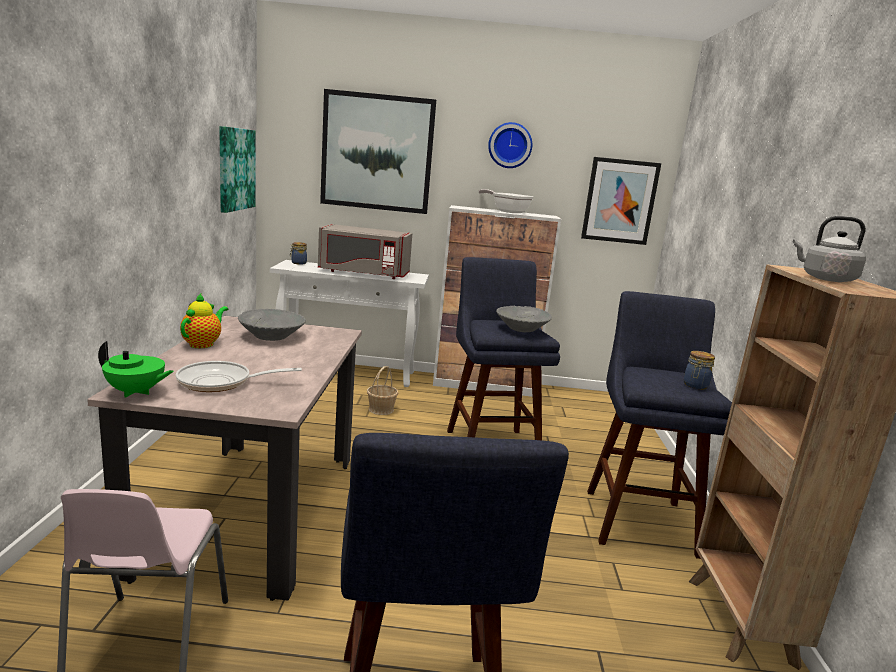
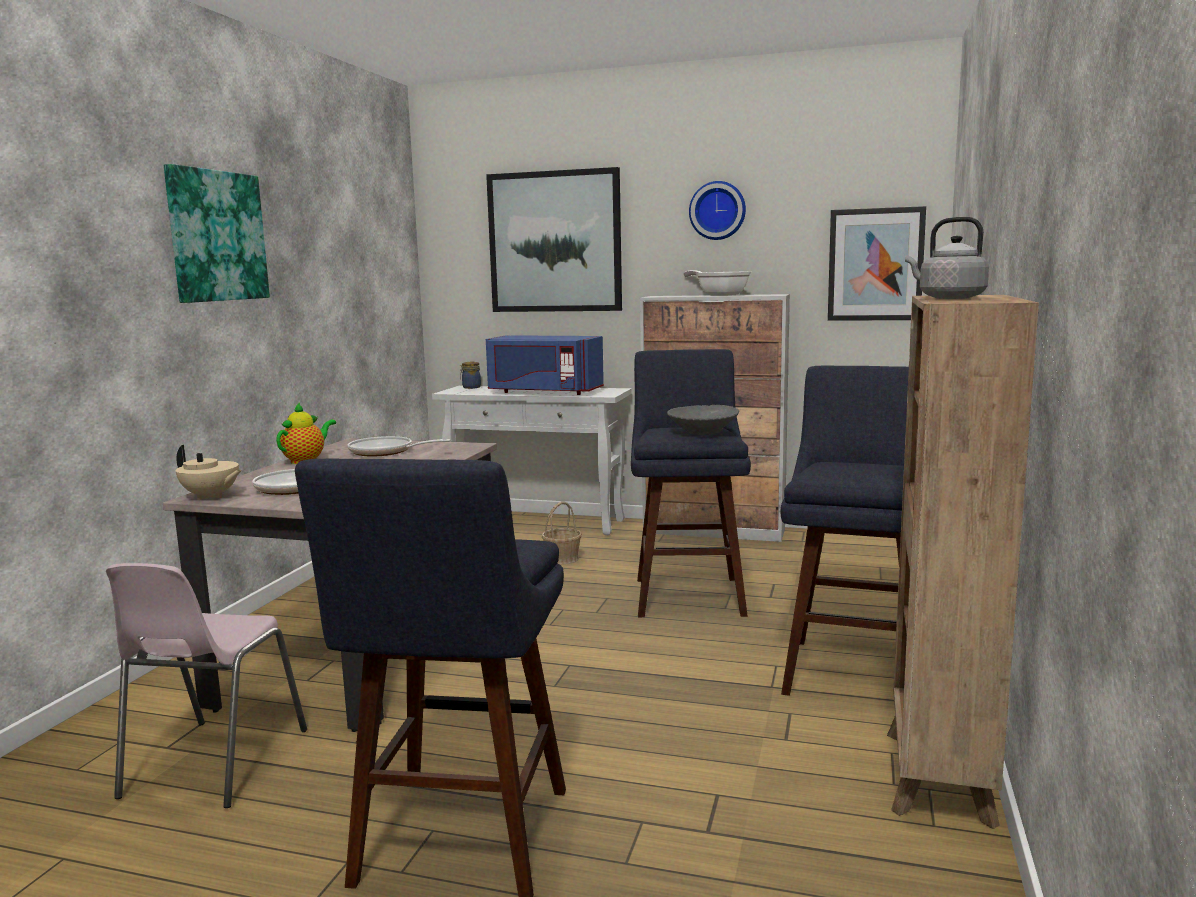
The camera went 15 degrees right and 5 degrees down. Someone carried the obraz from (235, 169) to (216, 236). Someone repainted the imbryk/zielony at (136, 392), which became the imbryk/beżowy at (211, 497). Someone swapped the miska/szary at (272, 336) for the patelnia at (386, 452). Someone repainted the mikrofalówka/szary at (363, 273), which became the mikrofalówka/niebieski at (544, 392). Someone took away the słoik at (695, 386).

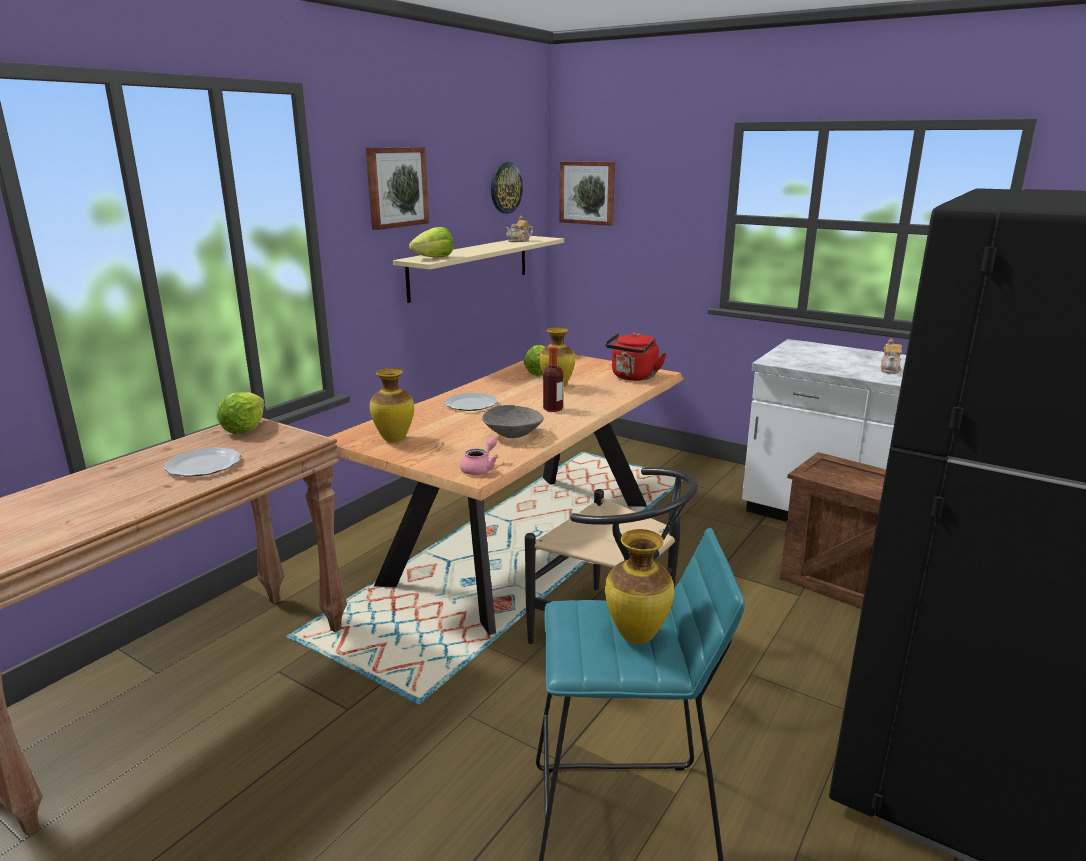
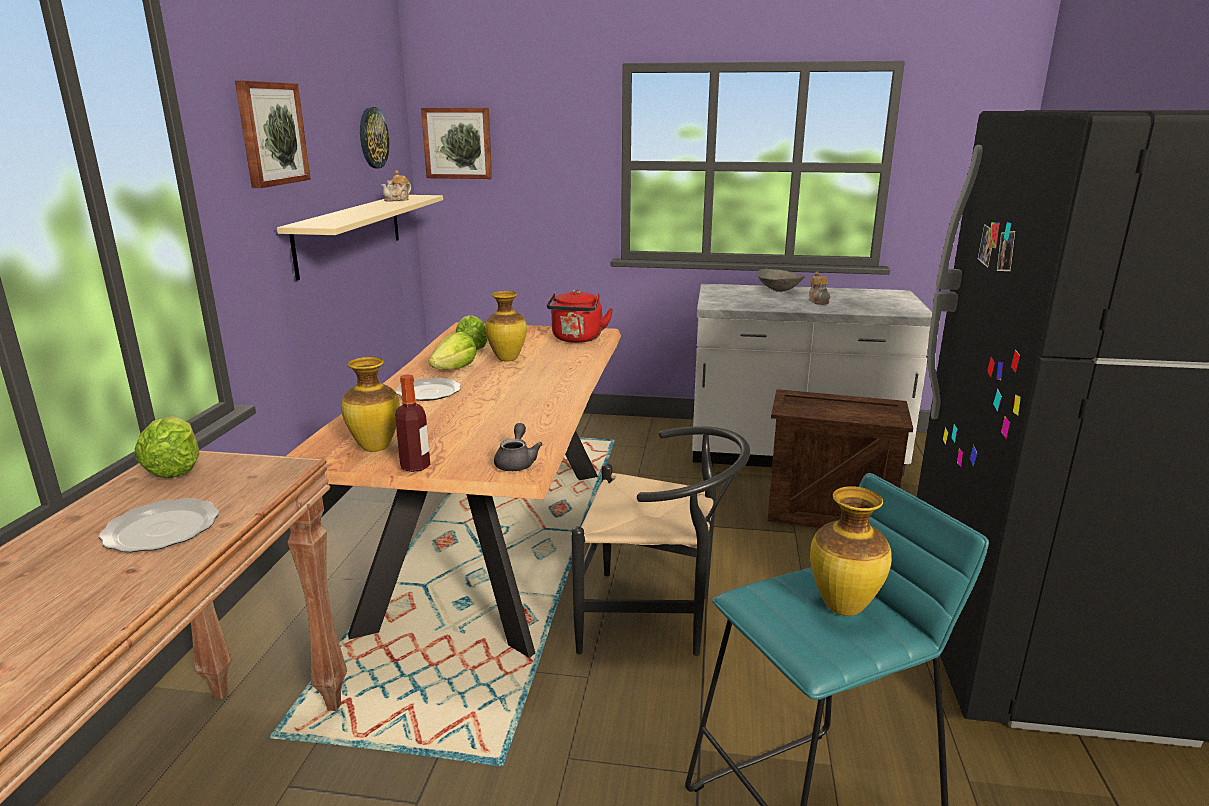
The camera went 25 degrees left and 0 degrees up. Someone carried the butelka from (553, 409) to (415, 466). Someone carried the sałata from (434, 257) to (454, 369). Someone repainted the imbryk/różowy at (480, 468), which became the imbryk/szary at (516, 462). Someone carried the miska/szary from (513, 435) to (779, 290).

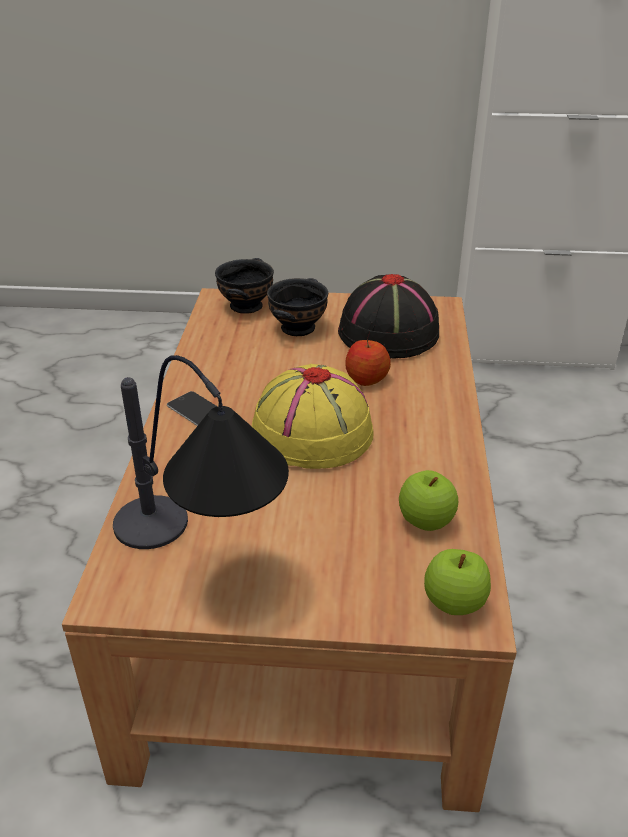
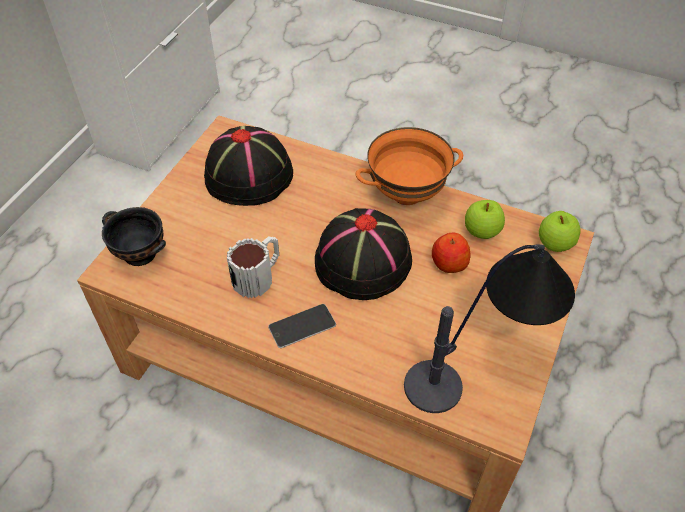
The camera went 70 degrees left and 15 degrees up. Someone put down the kubek at (258, 276). Someone repainted the kapelusz/żółty at (311, 433), which became the kapelusz/czarny at (362, 262). Someone put down the miska/pomarańczowy at (407, 193). Someone carried the jabłko from (366, 378) to (448, 263). Someone took away the miska/czarny at (296, 328).

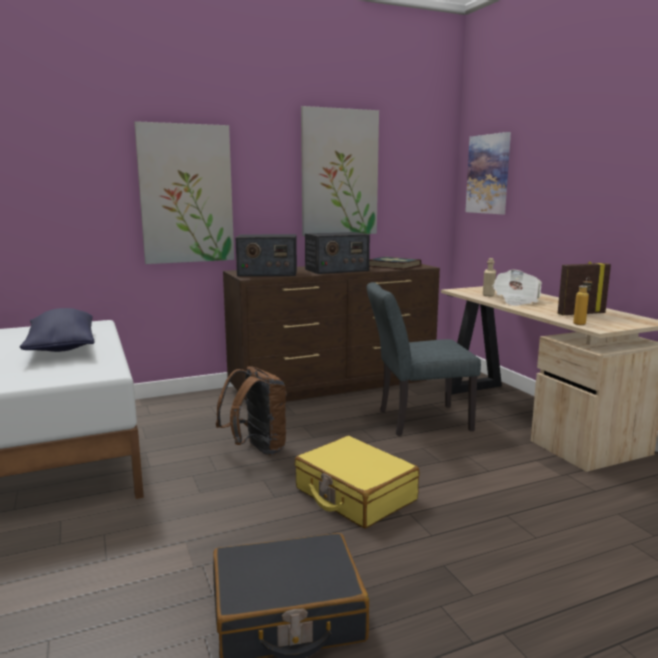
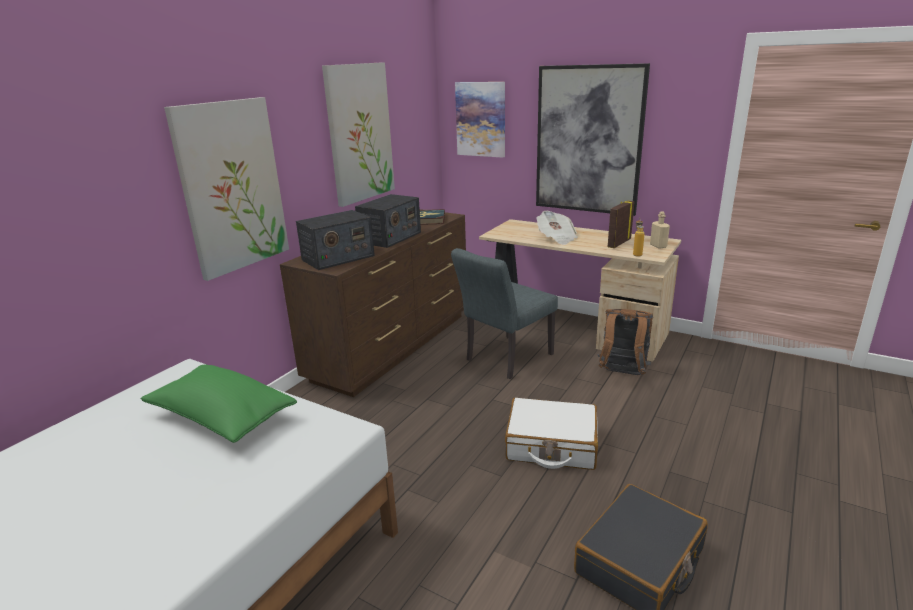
The camera went 35 degrees left and 10 degrees up. Someone repainted the poduszka/niebieski at (62, 347), which became the poduszka/zielony at (222, 418). Someone repainted the walizka/żółty at (355, 495), which became the walizka/biały at (551, 445). Someone put up the obraz at (588, 140). Someone carried the plecak/brązowy from (256, 449) to (622, 374). Someone carried the butelka/beżowy from (488, 295) to (658, 246).

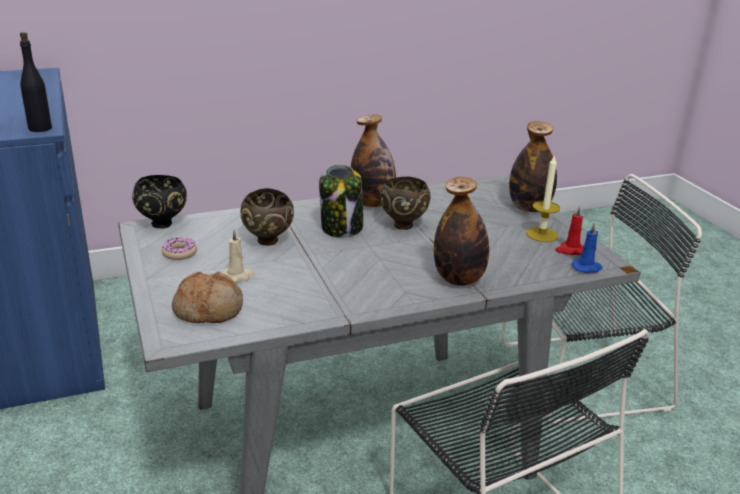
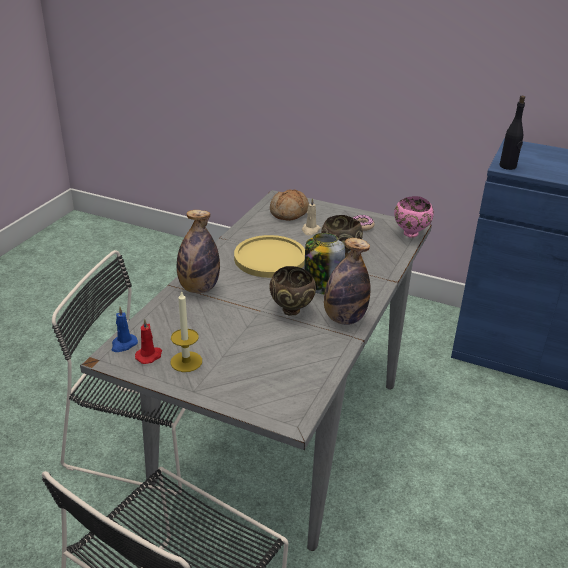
The camera went 135 degrees right and 5 degrees up. Someone put down the talerz/żółty at (270, 258). Someone repainted the miska/czarny at (163, 224), which became the miska/różowy at (410, 234). Someone took away the butelka at (529, 208).

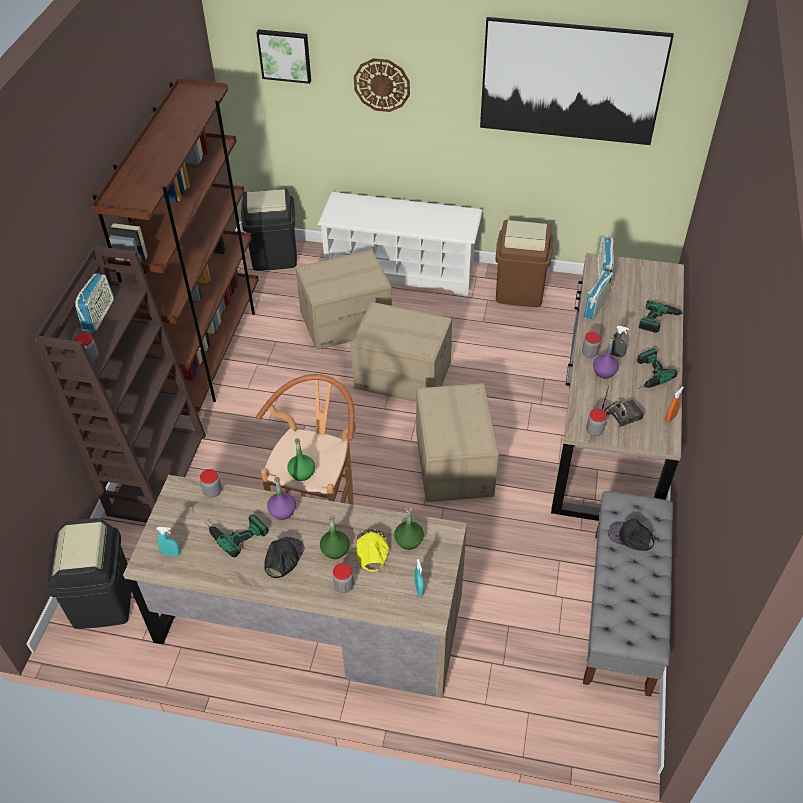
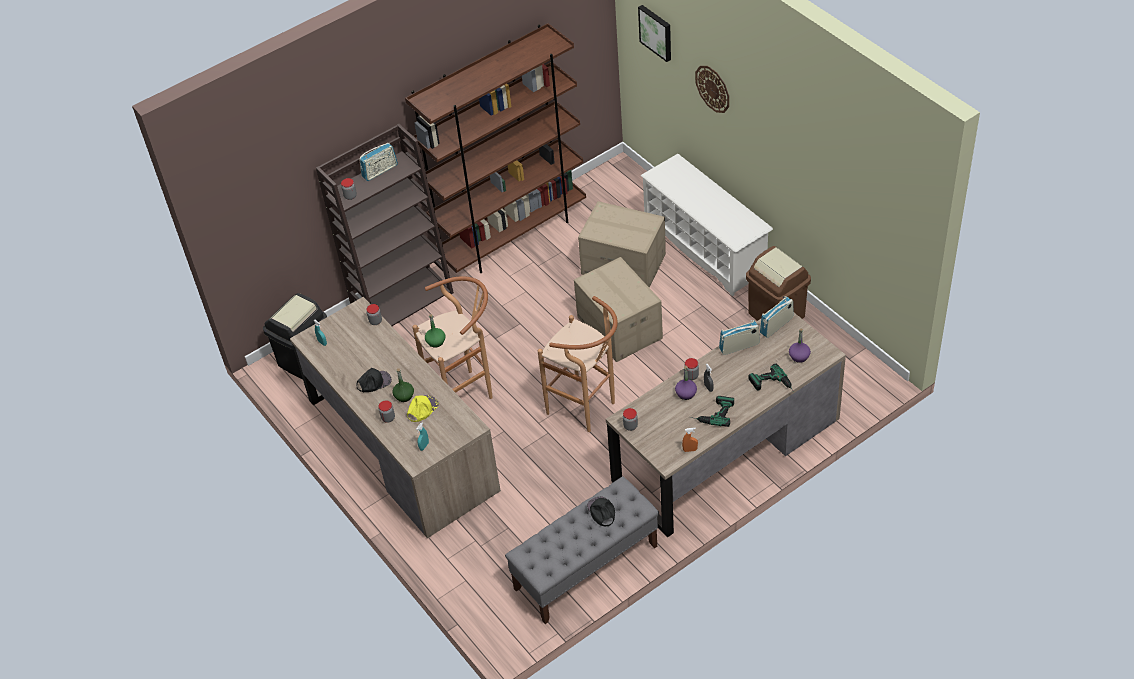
The camera went 45 degrees right and 0 degrees up. Someone swapped the karton at (455, 463) for the stołek/brązowy at (587, 409). Someone carried the butelka/fioletowy from (282, 511) to (799, 356). Someone took away the wiertarka at (234, 530). Someone took away the kosz na śmieci/czarny at (274, 257). Someone took away the butelka/zielony at (409, 540). Someone took away the obraz at (571, 82). Someone took away the radio at (622, 415).

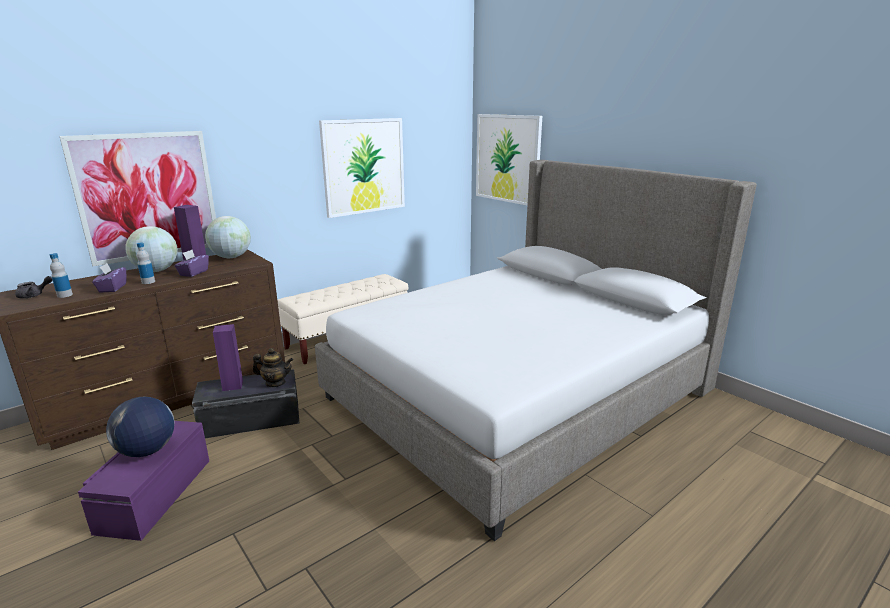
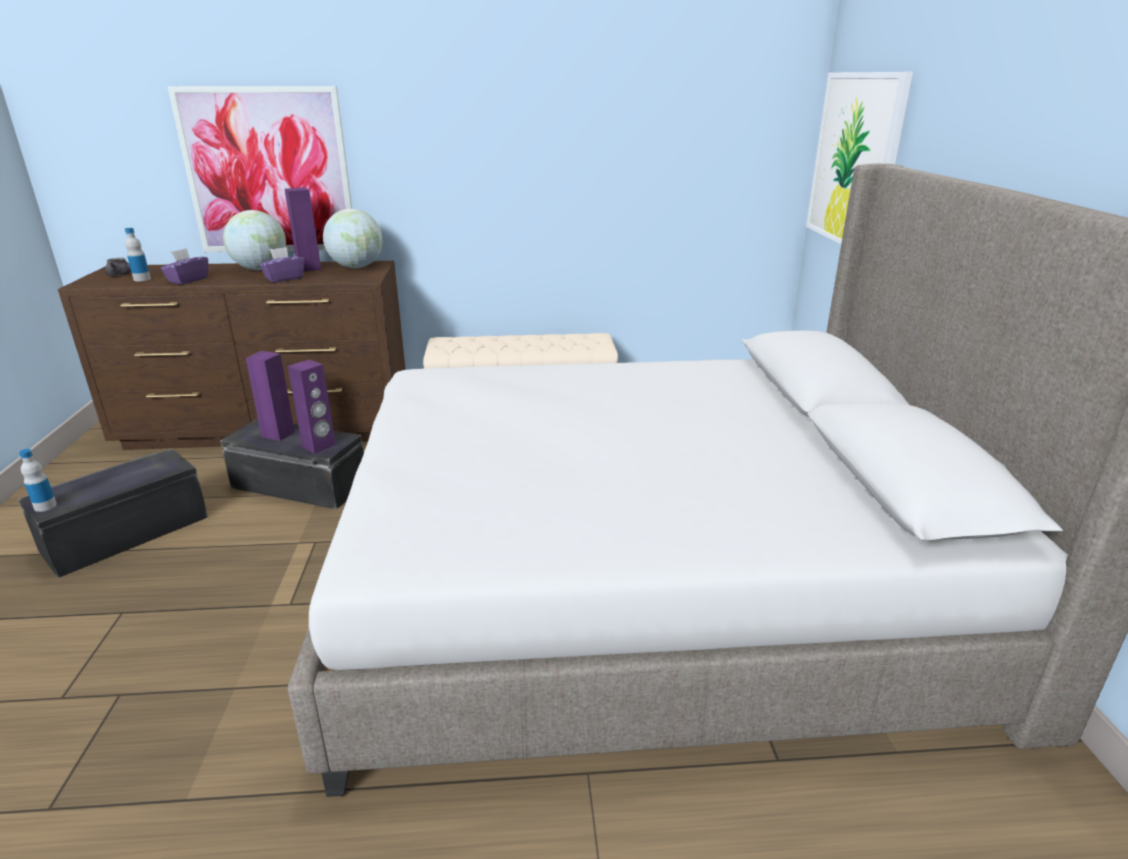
The camera went 35 degrees right and 5 degrees up. Someone repainted the pojemnik do przechowywania/fioletowy at (154, 494), which became the pojemnik do przechowywania/czarny at (125, 533). Someone carried the butelka from (148, 282) to (45, 506). Someone swapped the imbryk at (275, 383) for the głośnik/fioletowy at (319, 446). Someone took away the globus at (147, 451). Someone took away the obraz at (364, 166).

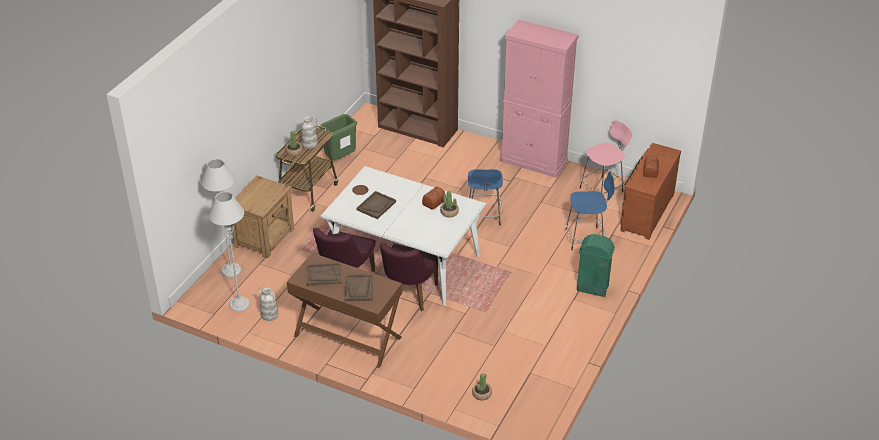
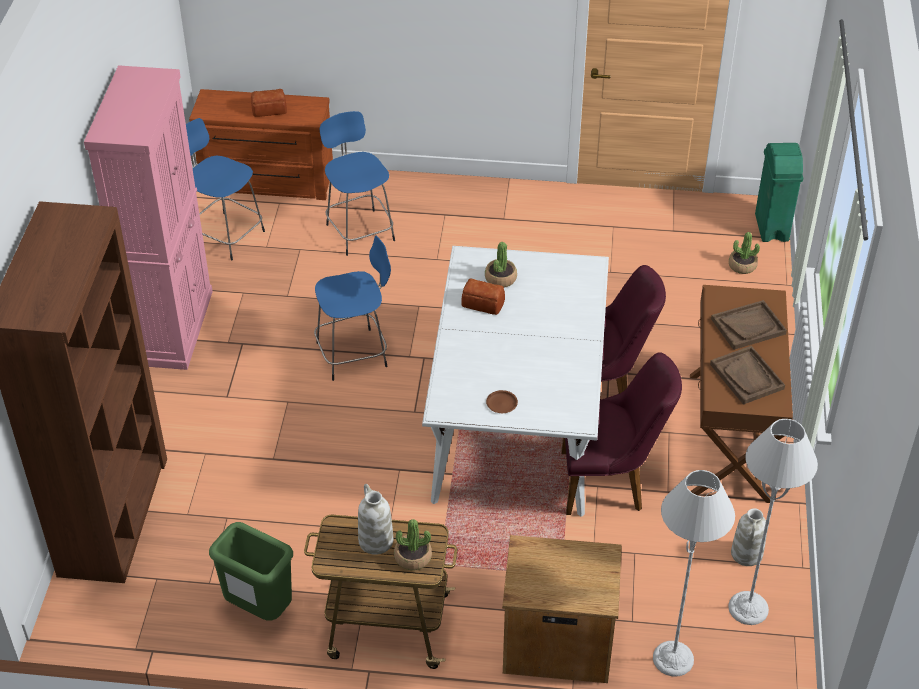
The camera went 110 degrees left and 5 degrees up. Someone repainted the stołek/różowy at (602, 189), which became the stołek/niebieski at (225, 235). Someone carried the kosz na śmieci/zielony from (592, 288) to (771, 228). Someone took away the taca/brązowy at (376, 206).

